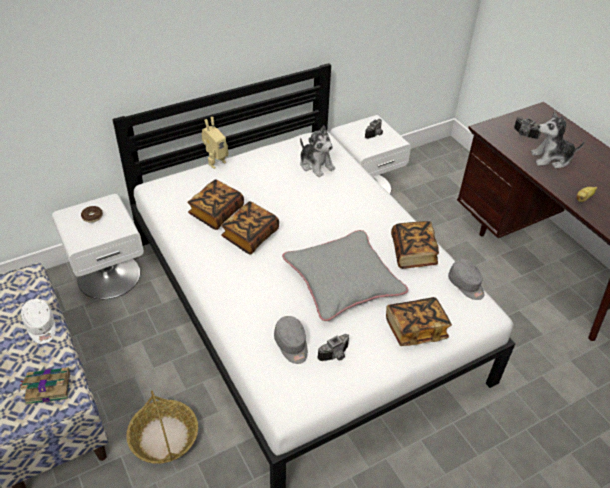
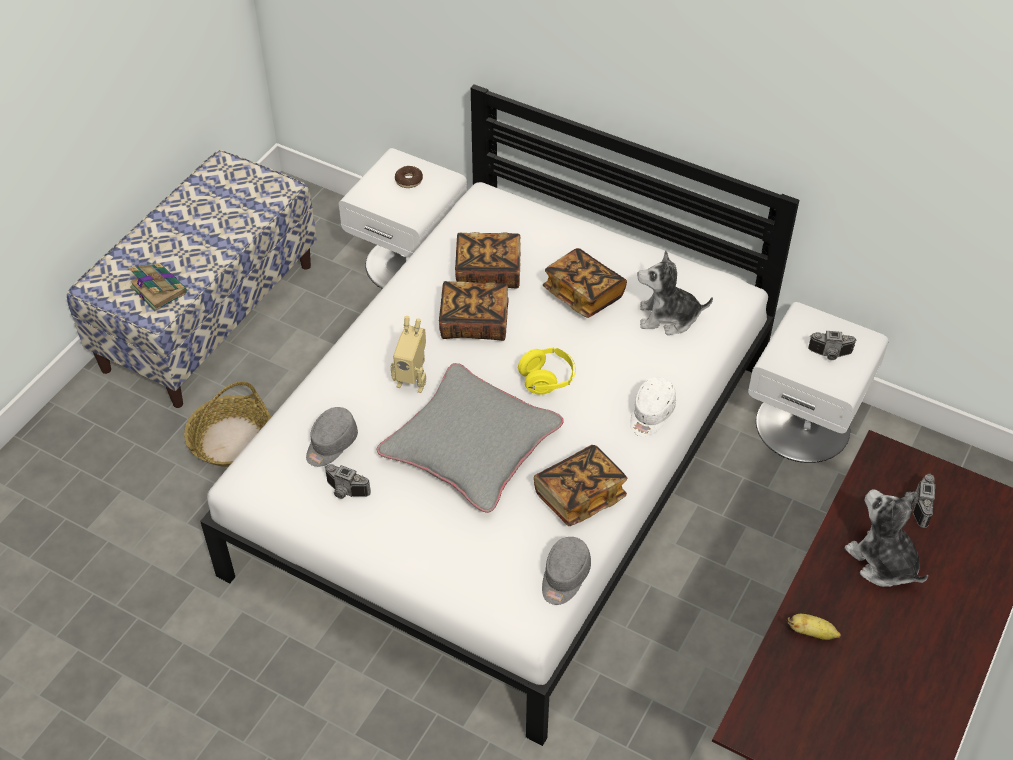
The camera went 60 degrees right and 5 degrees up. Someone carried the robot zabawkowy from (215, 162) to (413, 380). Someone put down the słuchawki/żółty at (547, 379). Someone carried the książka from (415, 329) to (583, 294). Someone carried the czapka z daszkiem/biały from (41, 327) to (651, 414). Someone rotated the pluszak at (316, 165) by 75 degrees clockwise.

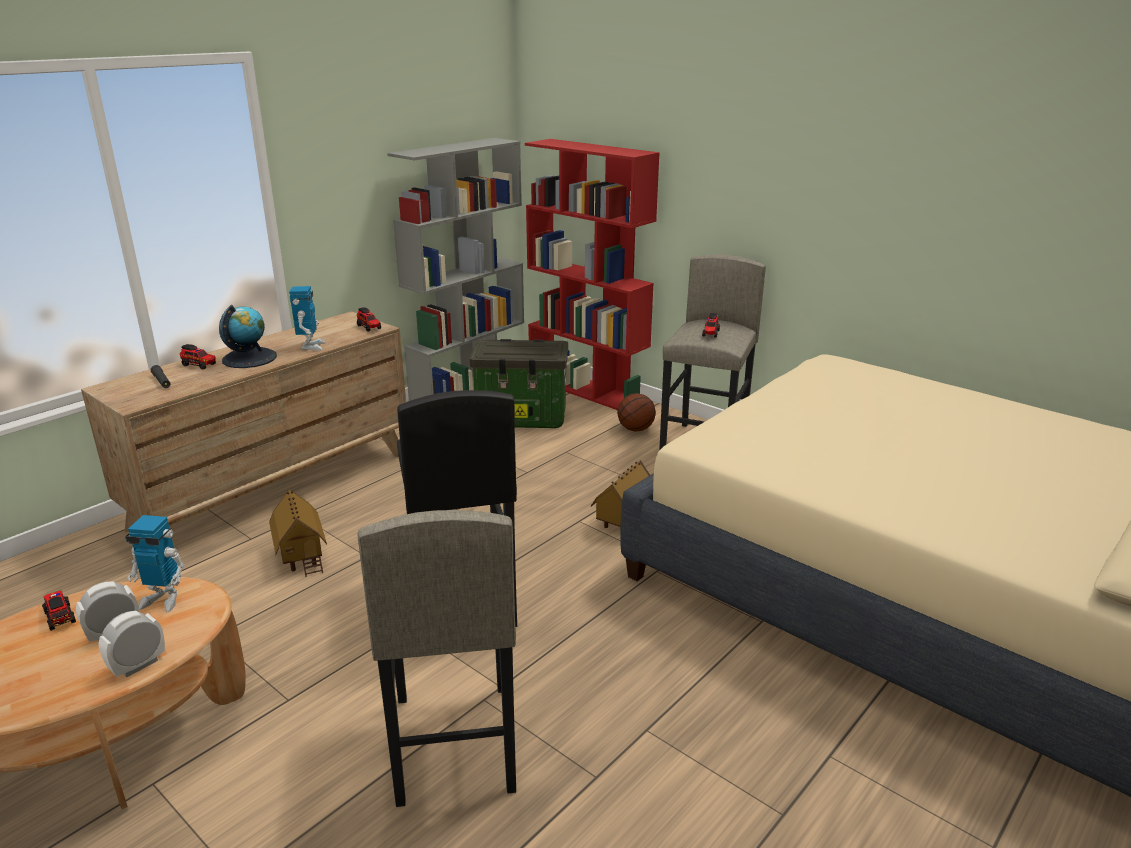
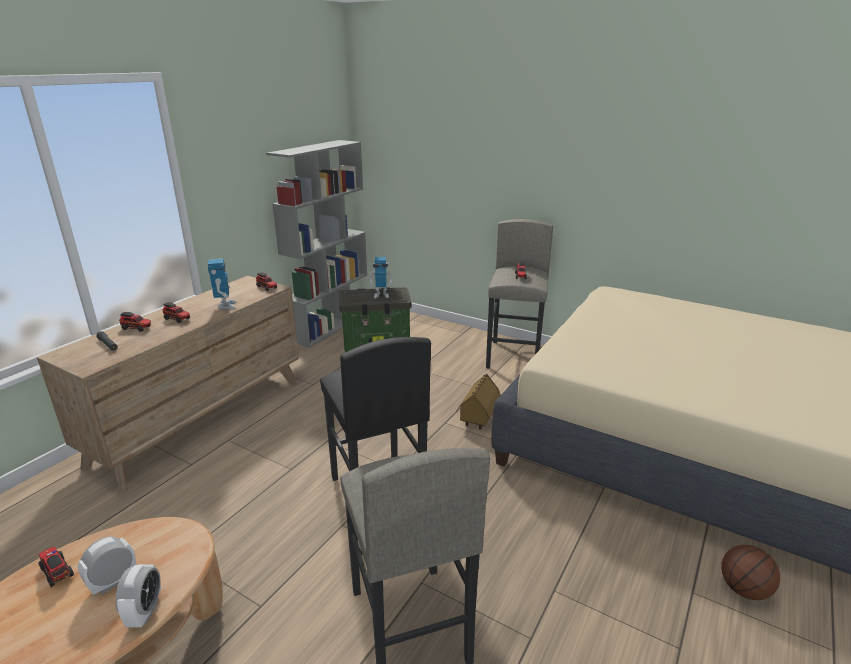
The camera went 10 degrees left and 0 degrees up. Someone rotated the budzik at (138, 665) by 150 degrees clockwise. Someone swapped the globus at (249, 358) for the ciężarówka zabawkowa at (177, 319). Someone carried the robot zabawkowy from (163, 599) to (381, 295). Someone carried the piłka do koszykówki from (635, 429) to (743, 590). Someone took away the domek at (301, 556). Someone took away the regał/czerwony at (588, 389).

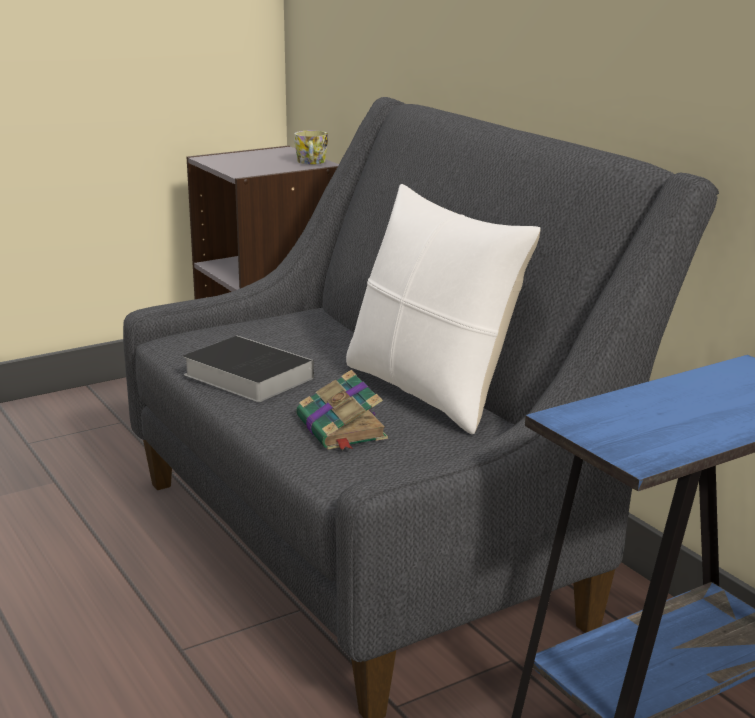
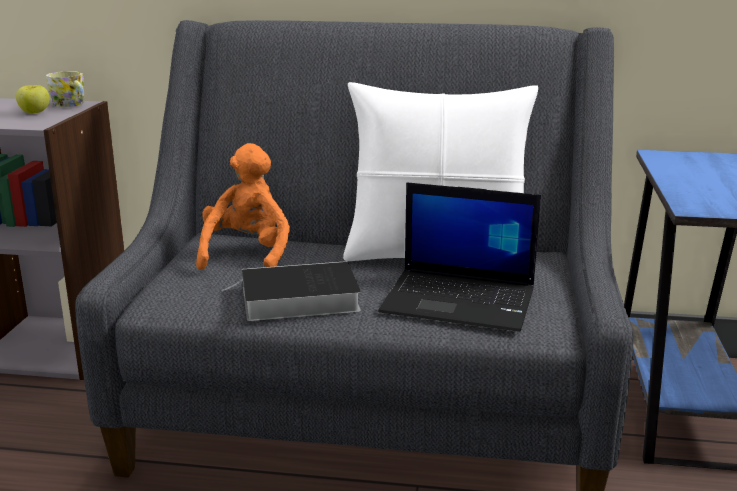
The camera went 50 degrees left and 0 degrees up. Someone put down the jabłko at (35, 112). Someone put down the pluszak/pomarańczowy at (247, 256). Someone swapped the książka at (342, 429) for the laptop at (461, 300).

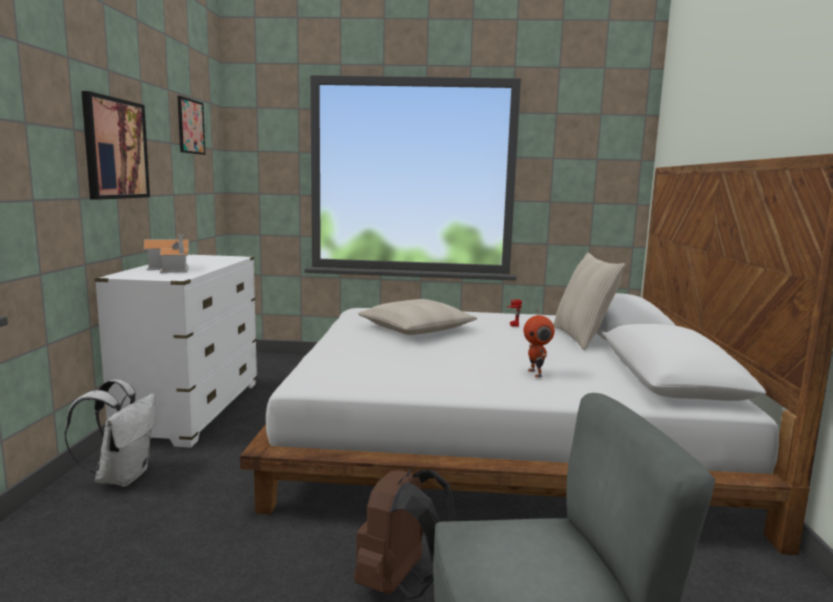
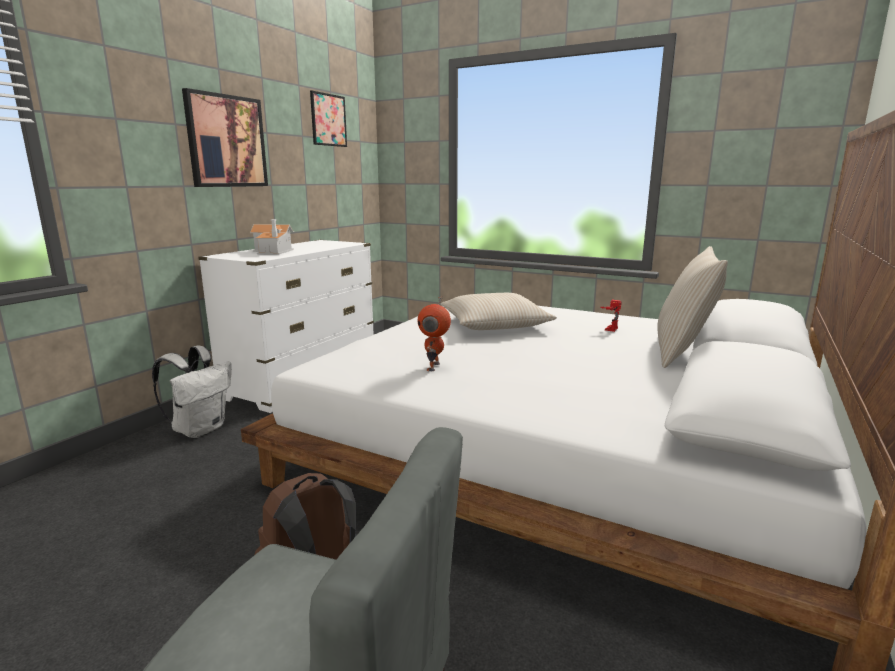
The camera went 25 degrees right and 5 degrees up. Someone carried the robot zabawkowy from (536, 373) to (434, 367).

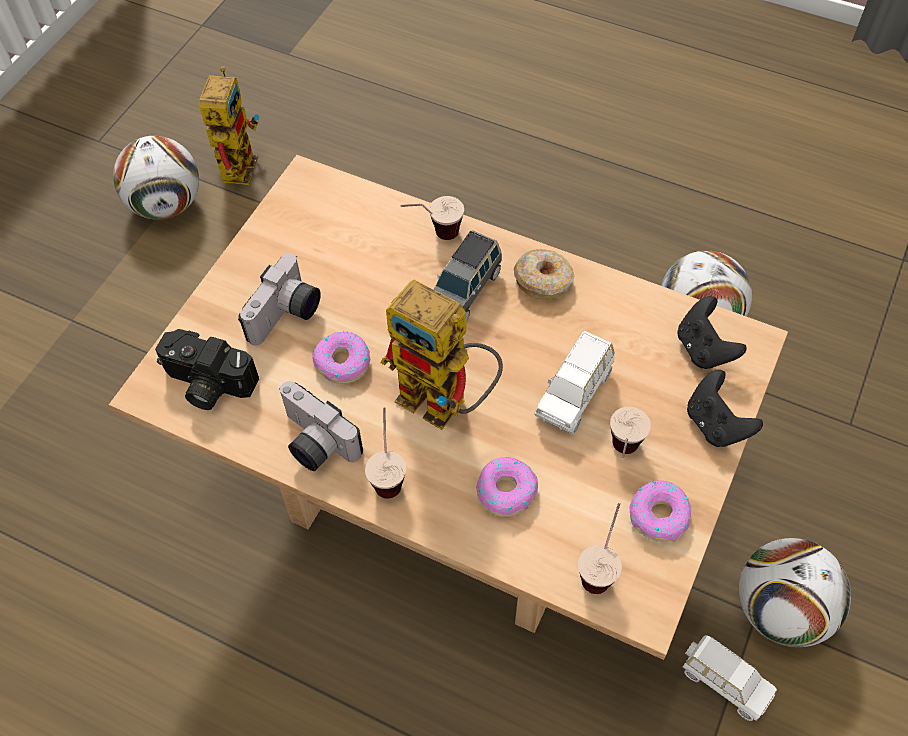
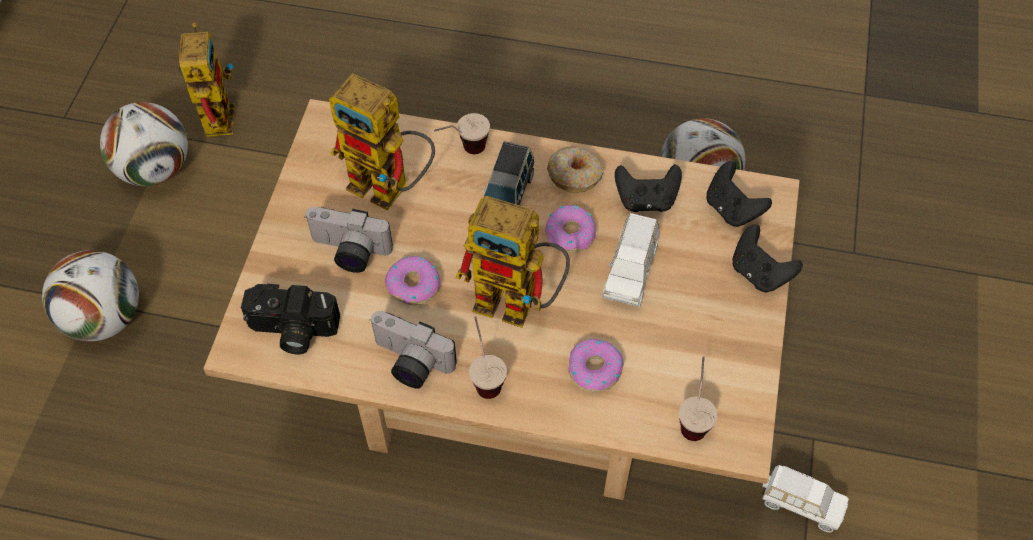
The camera went 15 degrees left and 0 degrees up. Someone carried the piłka futbolowa from (780, 609) to (104, 318). Someone rotated the aparat fotograficzny at (287, 316) by 90 degrees clockwise. Someone put down the robot zabawkowy at (390, 188). Someone carried the donut from (659, 515) to (570, 233). Someone put down the pad do gier/czarny at (646, 200). Someone took away the filiżanka at (622, 456).

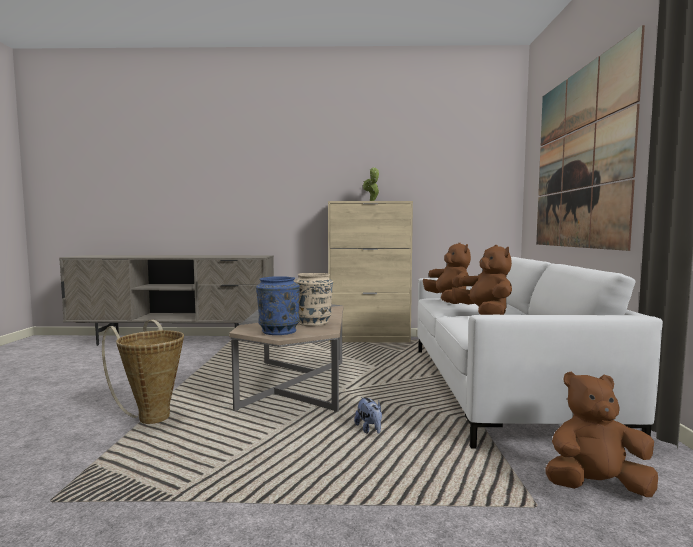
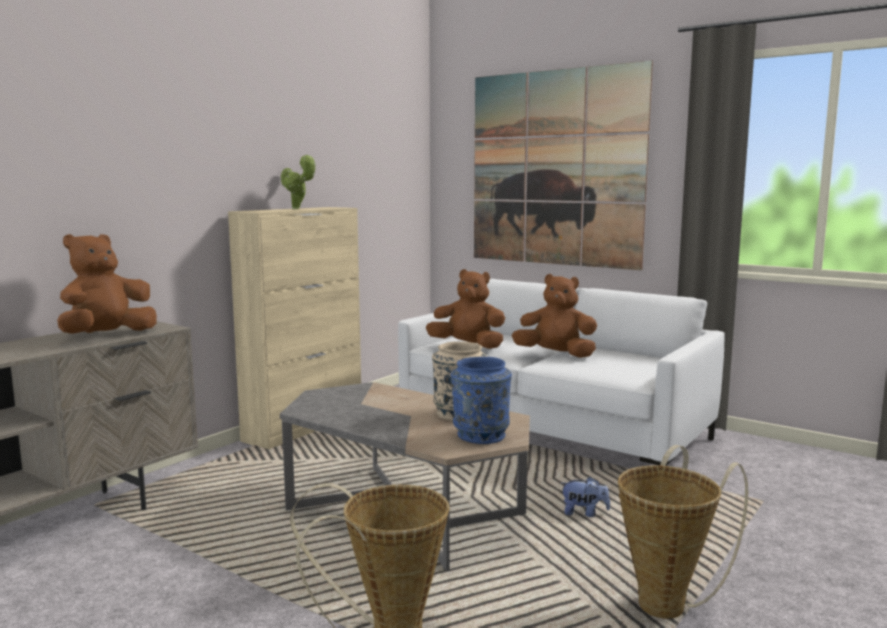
The camera went 55 degrees left and 5 degrees up. Someone carried the pluszak/brązowy from (596, 486) to (107, 336). Someone put down the koszyk at (668, 603).

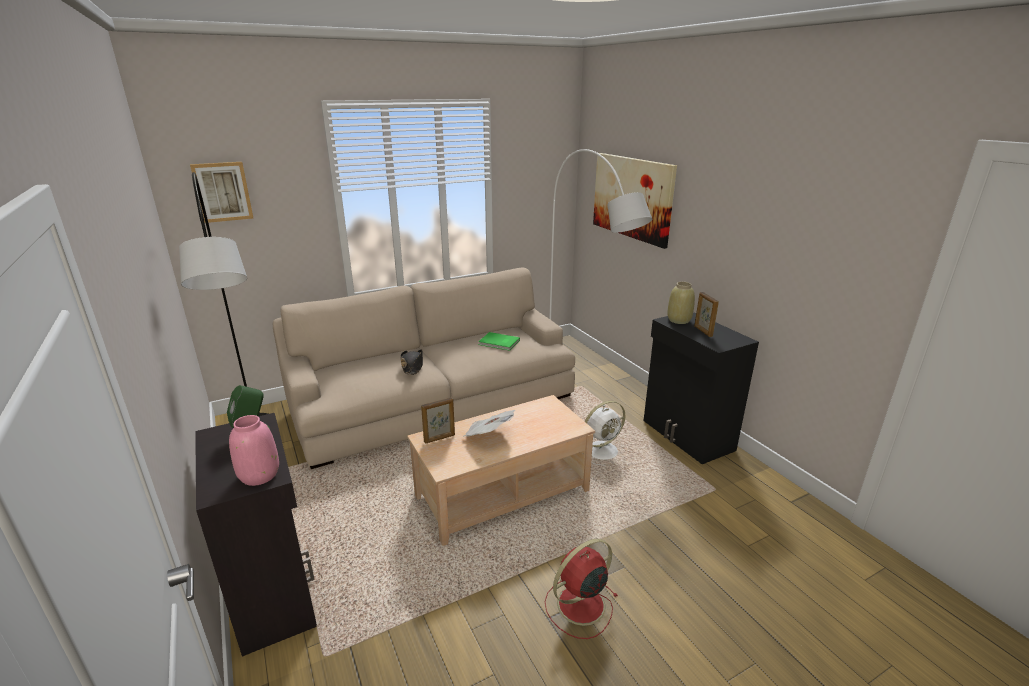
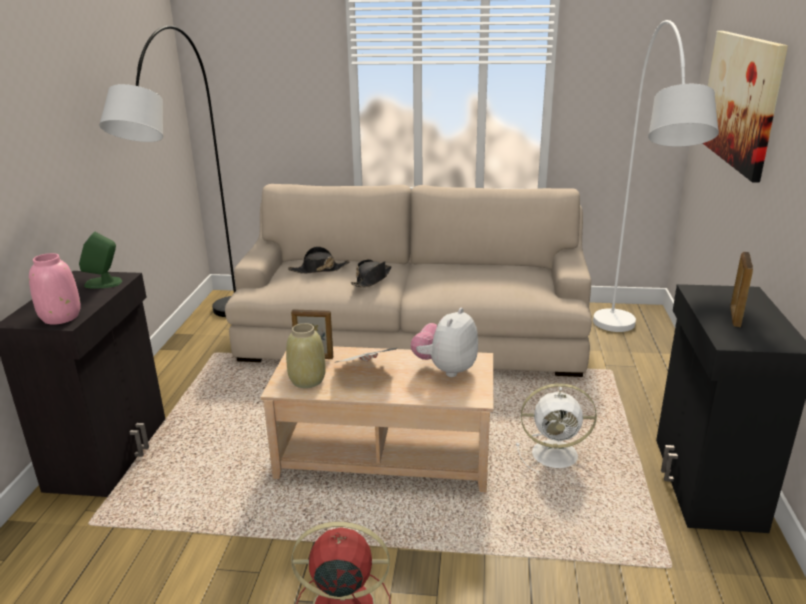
The camera went 35 degrees right and 0 degrees up. Someone carried the wazon/beżowy from (678, 320) to (307, 380). Someone put down the kapelusz/czarny at (319, 269). Someone put down the pluszak at (446, 369). Someone took away the obraz at (222, 192). Someone took away the książka/zielony at (499, 343).

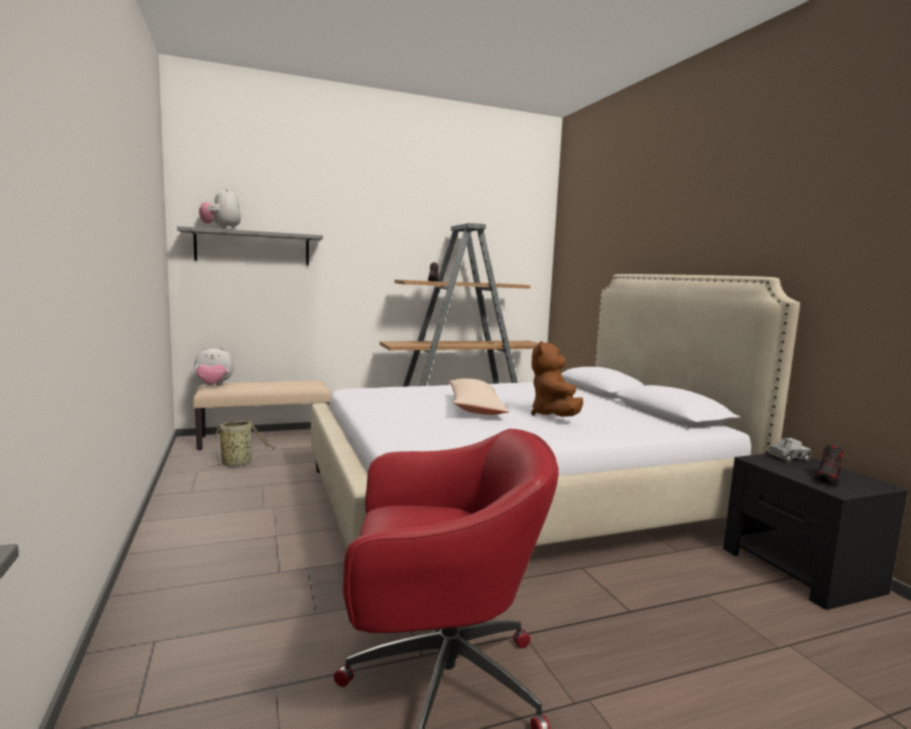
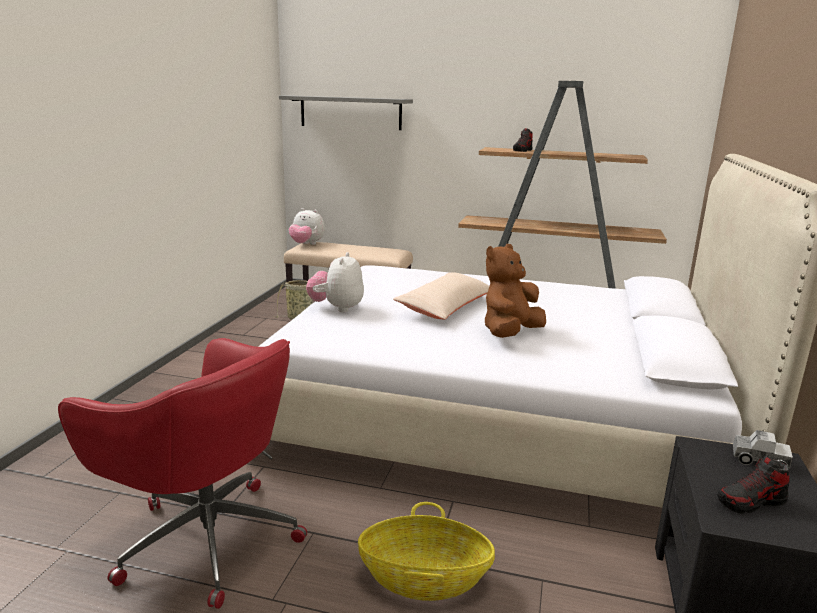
The camera went 35 degrees right and 10 degrees up. Someone carried the pluszak from (221, 229) to (337, 308). Someone put down the koszyk at (424, 578).

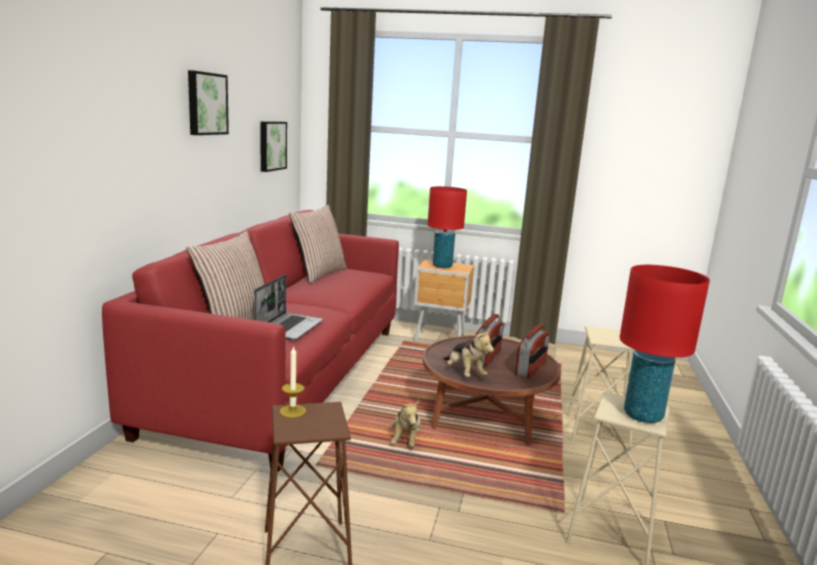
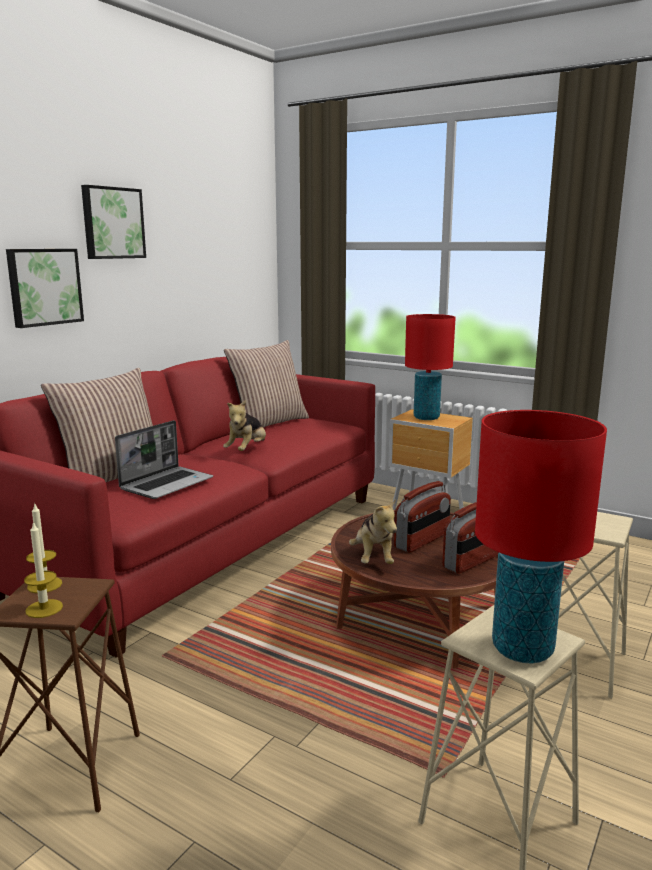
The camera went 20 degrees right and 0 degrees up. Someone carried the obraz from (271, 145) to (44, 287). Someone put down the świeca at (44, 608). Someone carried the pluszak from (405, 439) to (247, 450).

